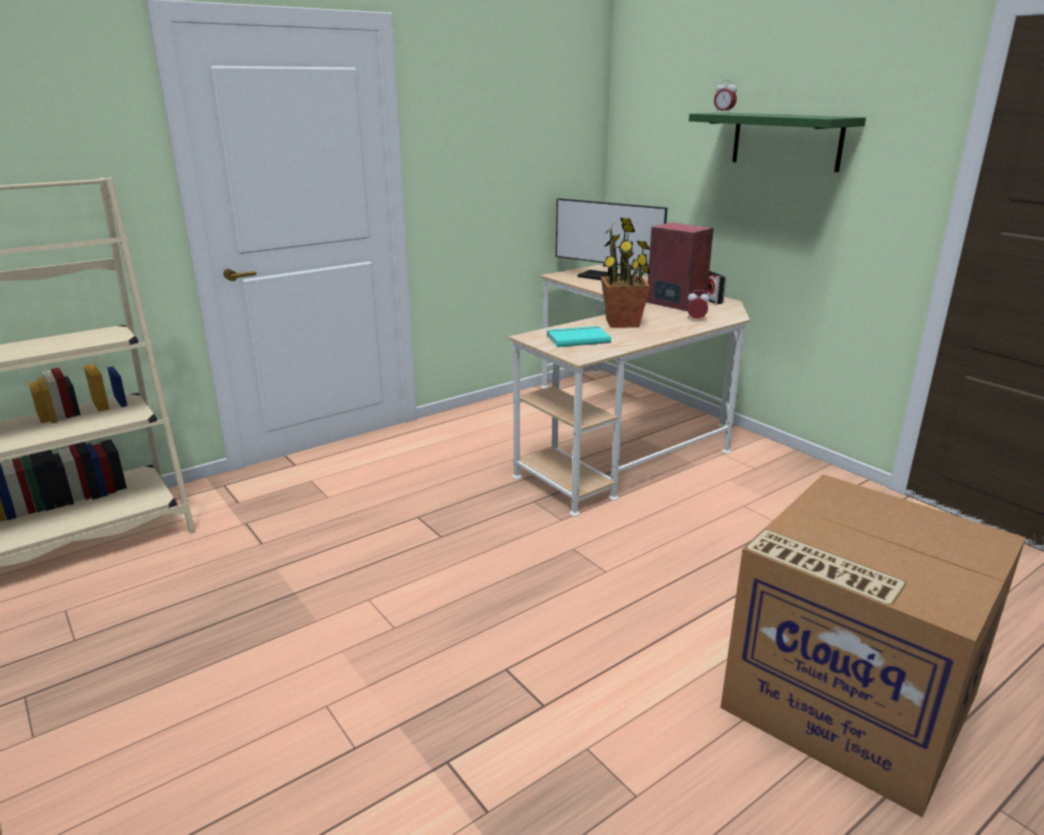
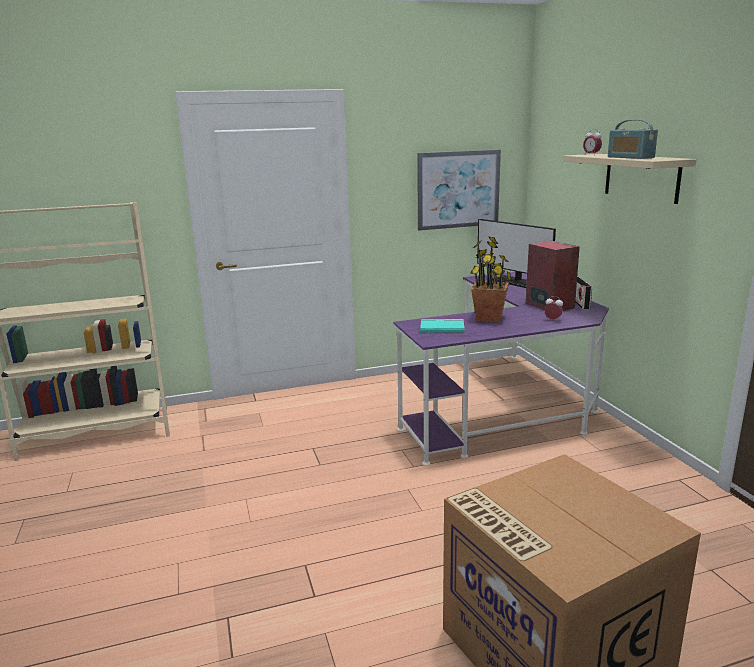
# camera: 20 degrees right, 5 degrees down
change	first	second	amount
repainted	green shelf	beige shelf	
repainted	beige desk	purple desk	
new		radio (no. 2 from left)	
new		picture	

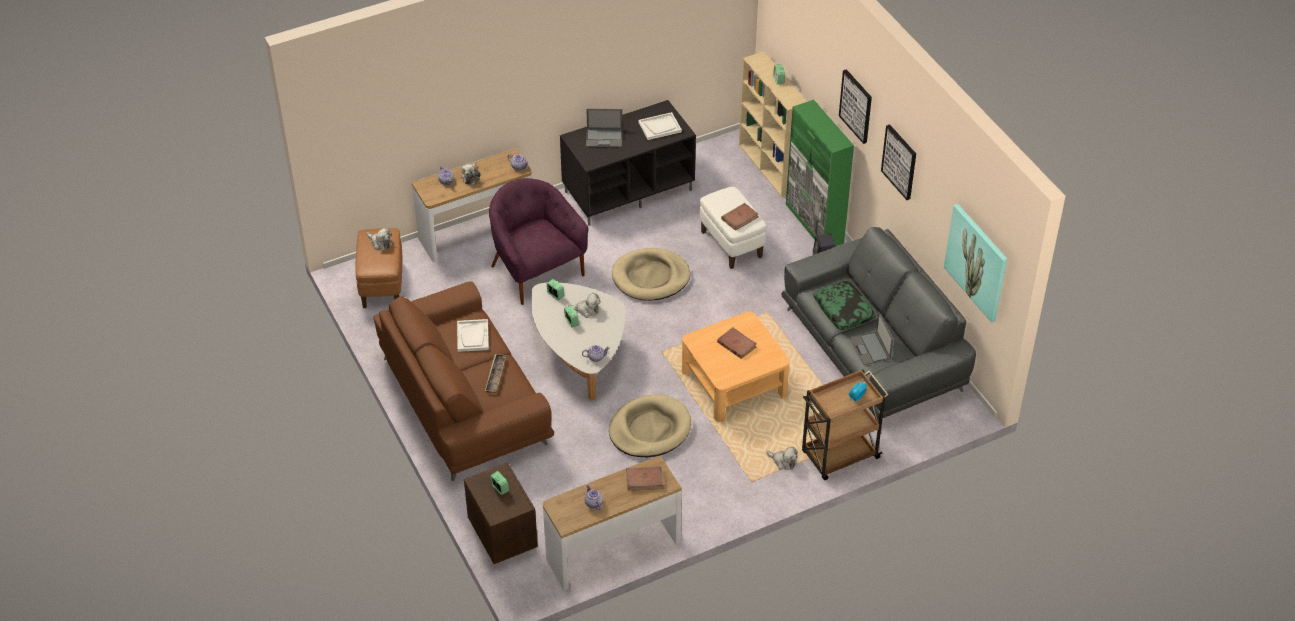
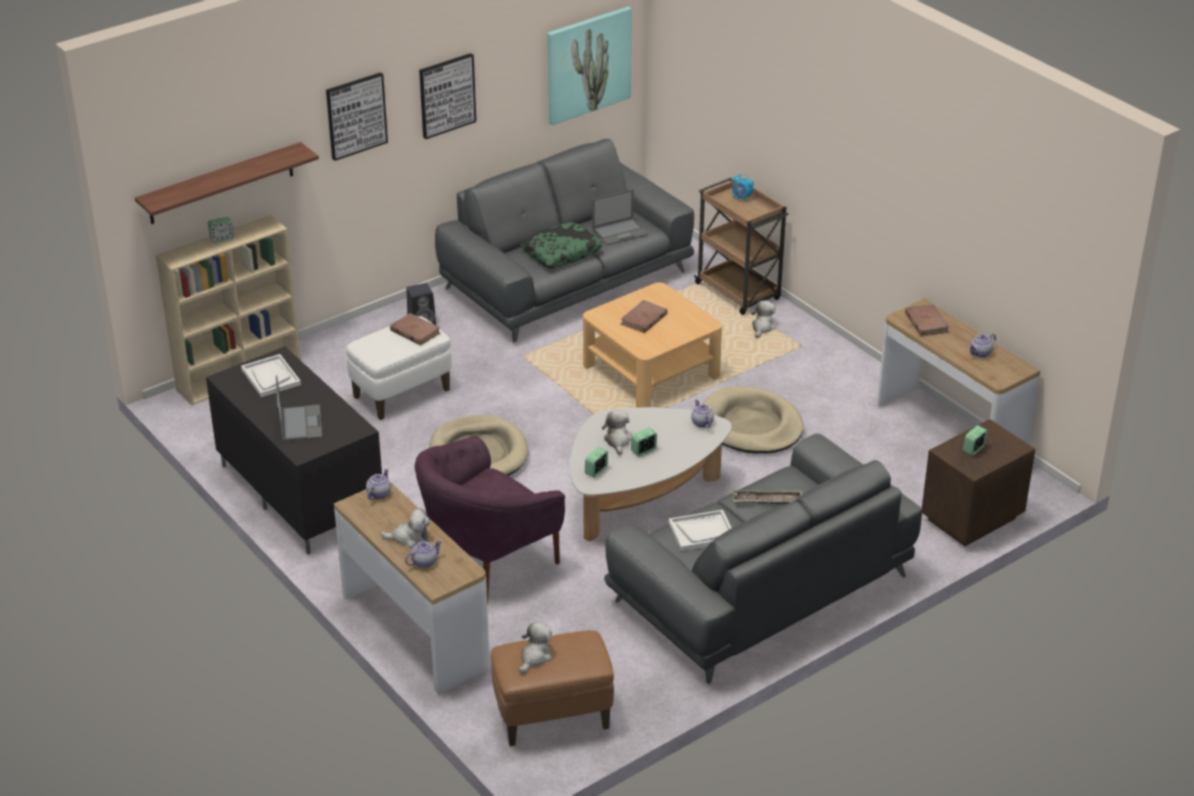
# camera: 100 degrees left, 10 degrees down
change	first	second	amount
gone	green cabinet		
repainted	brown sofa	grey sofa (no. 2 from left)	
new		shelf	

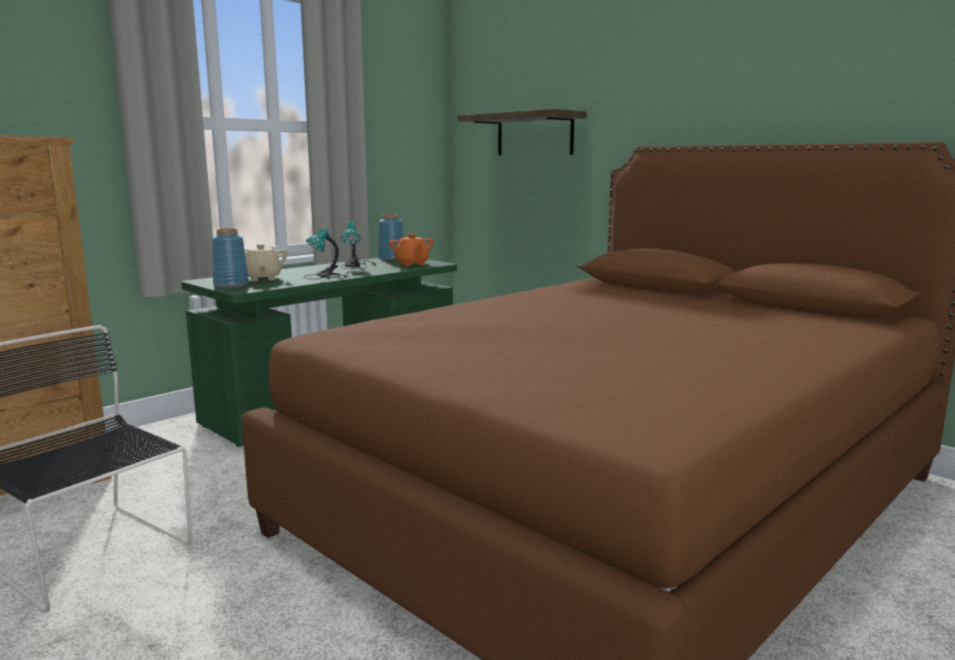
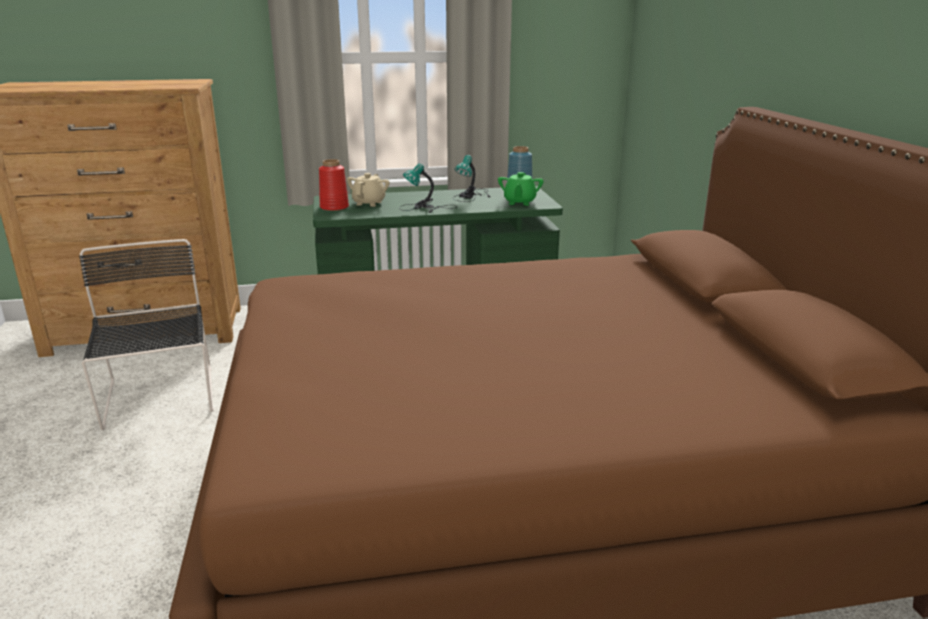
# camera: 35 degrees right, 10 degrees up
change	first	second	amount
gone	shelf		
repainted	blue vase (no. 1 from left)	red vase	
repainted	orange teapot	green teapot	

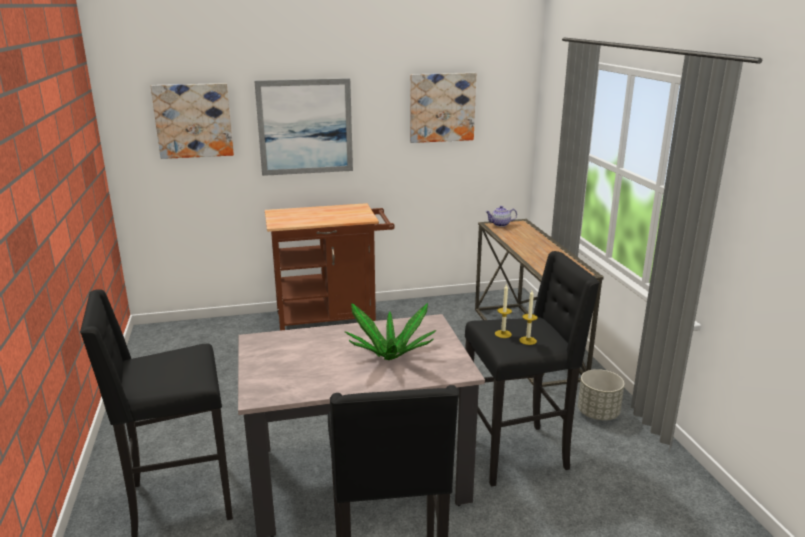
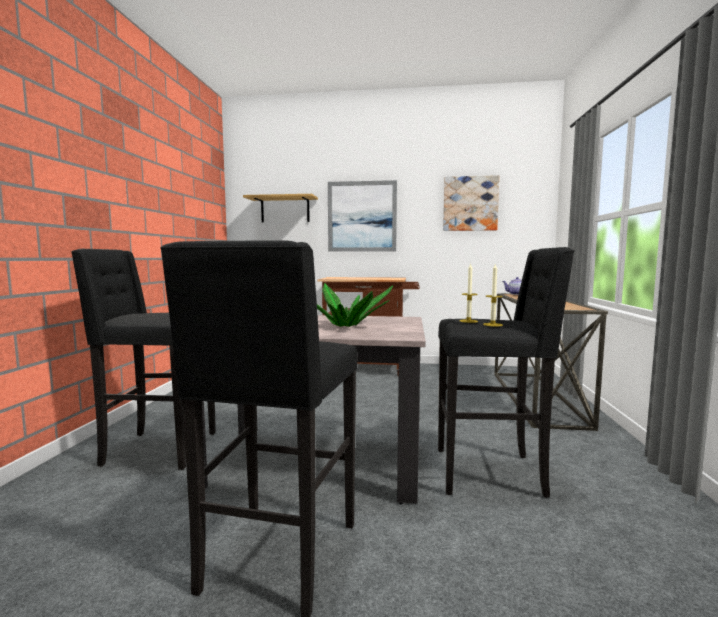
# camera: 20 degrees right, 15 degrees down
change	first	second	amount
swapped	picture (no. 1 from left)	shelf	
gone	grey planter		

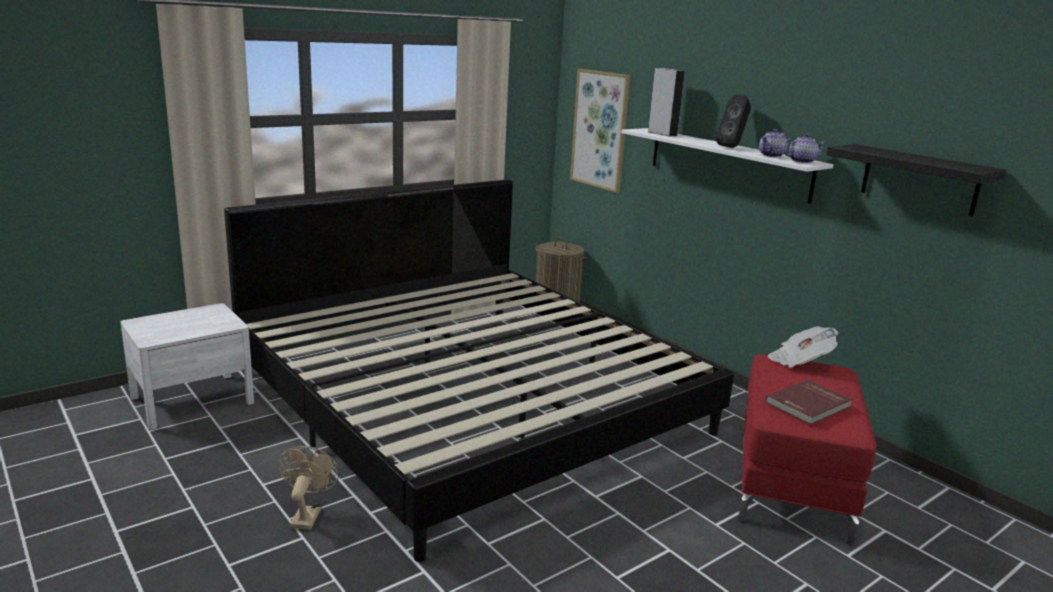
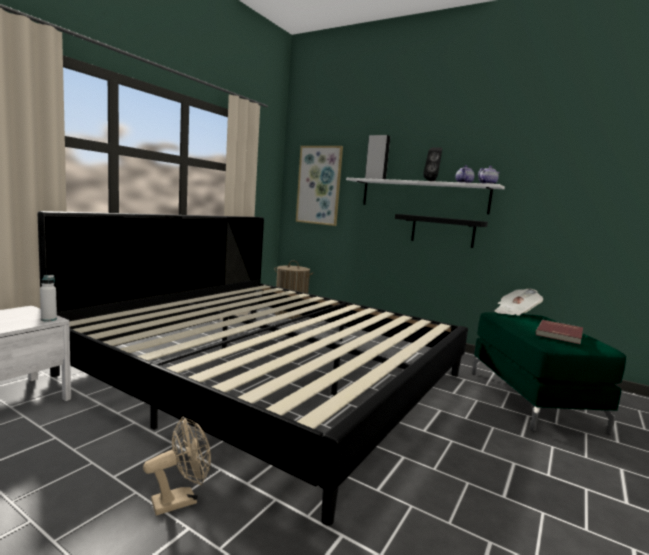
# camera: 20 degrees left, 10 degrees down
change	first	second	amount
shifted	black shelf		
repainted	red ottoman	green ottoman	
rotated	beige fan		75 degrees clockwise
new		white bottle	

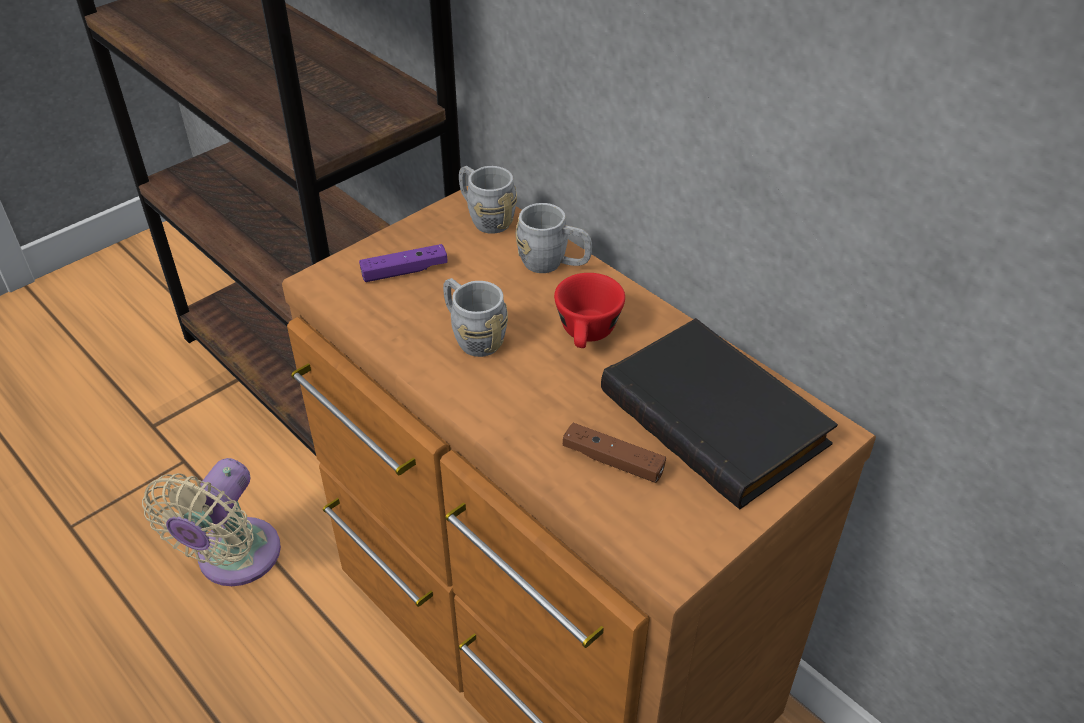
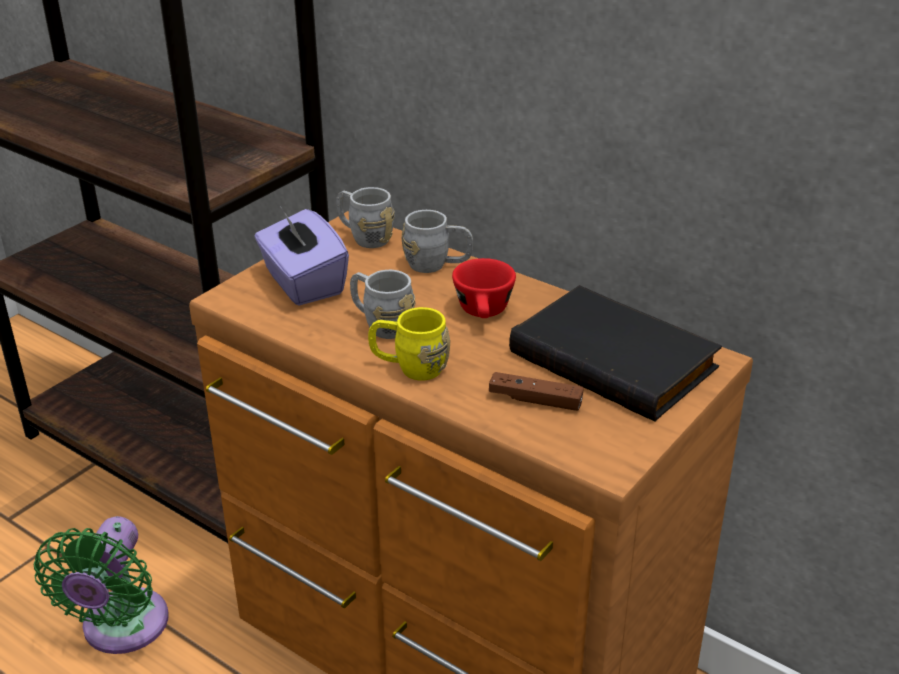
# camera: 10 degrees left, 10 degrees down
change	first	second	amount
swapped	purple game controller	purple tissue box	
repainted	beige fan	green fan	
new		yellow mug	

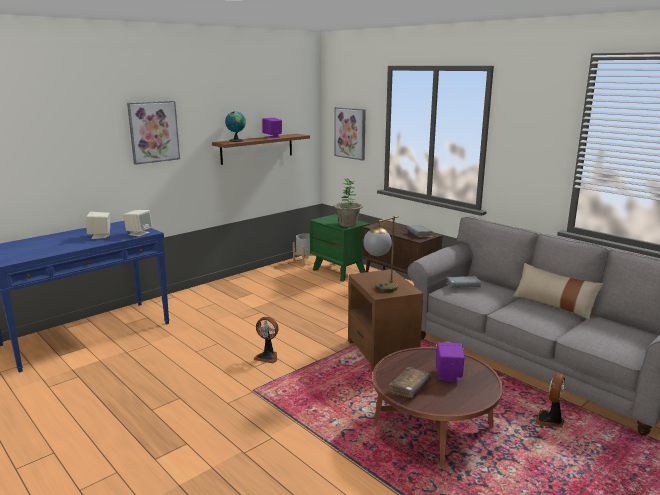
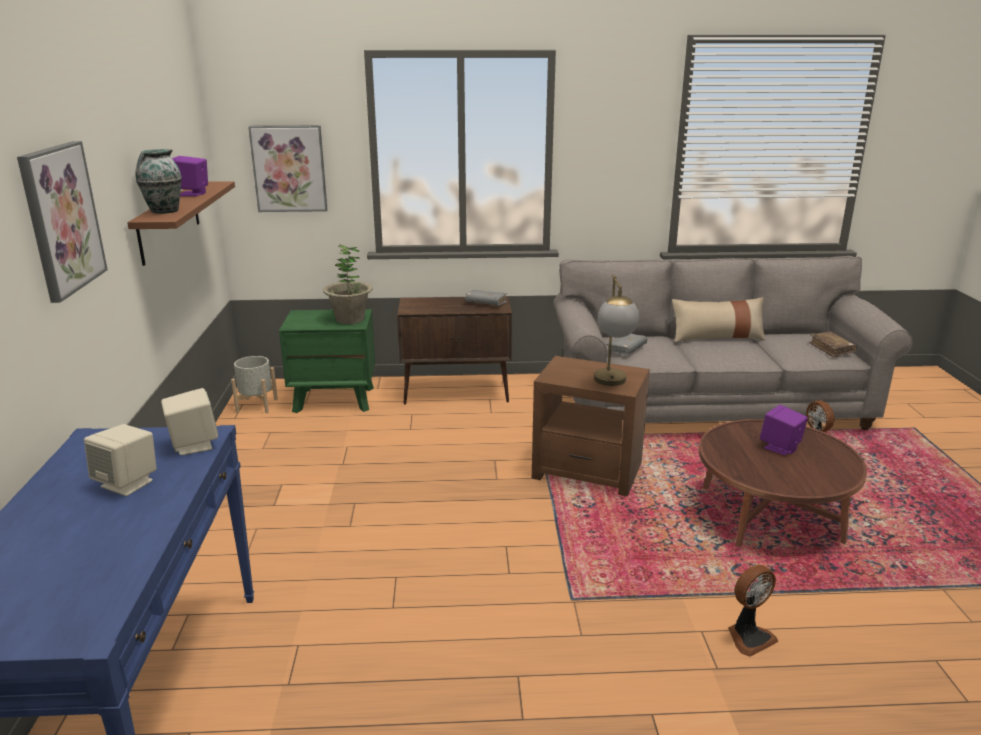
# camera: 50 degrees left, 5 degrees up
change	first	second	amount
swapped	globe	vase	
shifted	fan (no. 1 from left)		
shifted	brown book		

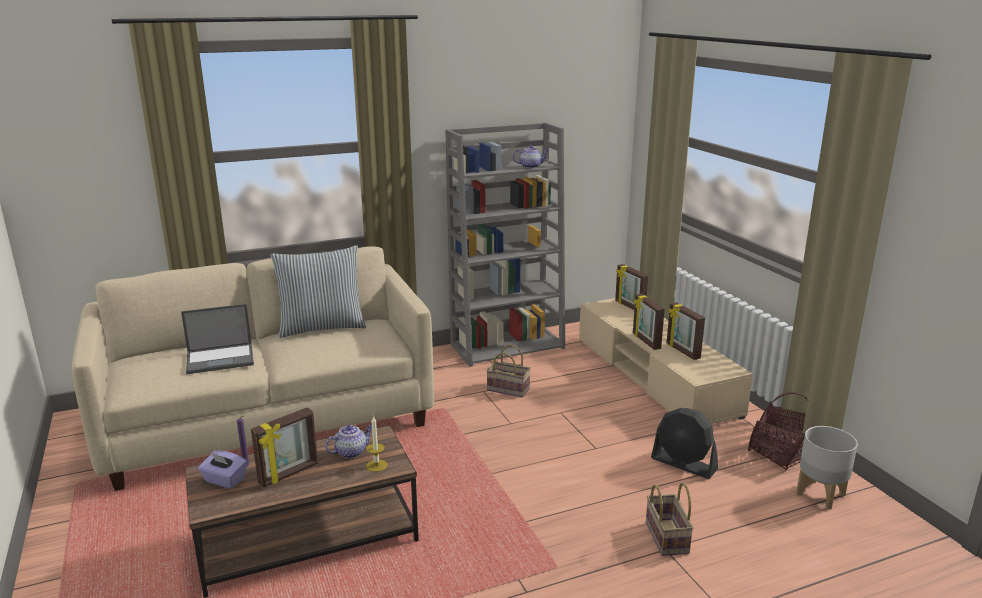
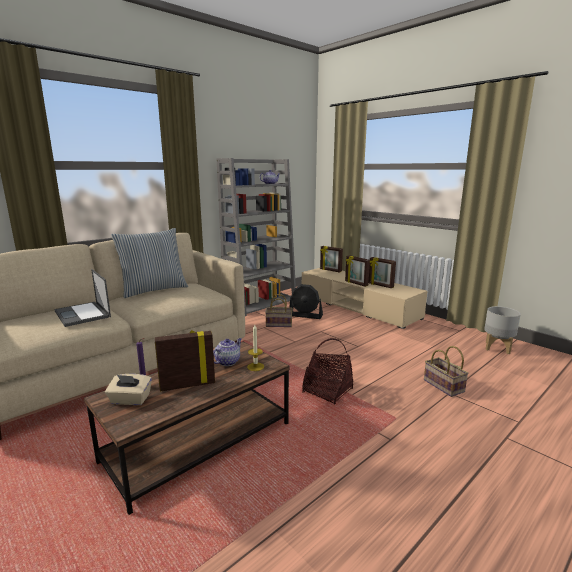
# camera: 20 degrees left, 5 degrees down
change	first	second	amount
rotated	laptop		90 degrees clockwise
shifted	basket (no. 3 from left in the first image)	basket (no. 2 from left)	
rotated	picture frame (no. 1 from left)		135 degrees counterclockwise
shifted	black fan		
repainted	purple tissue box	beige tissue box	

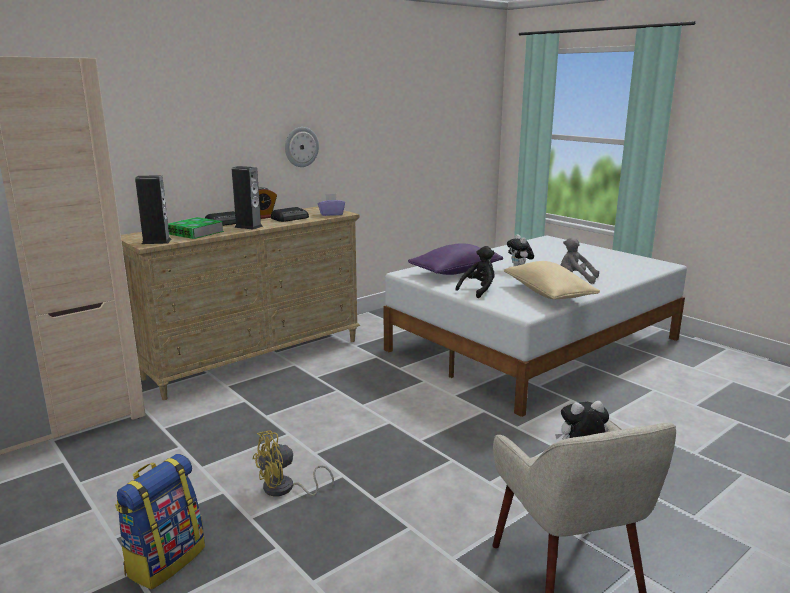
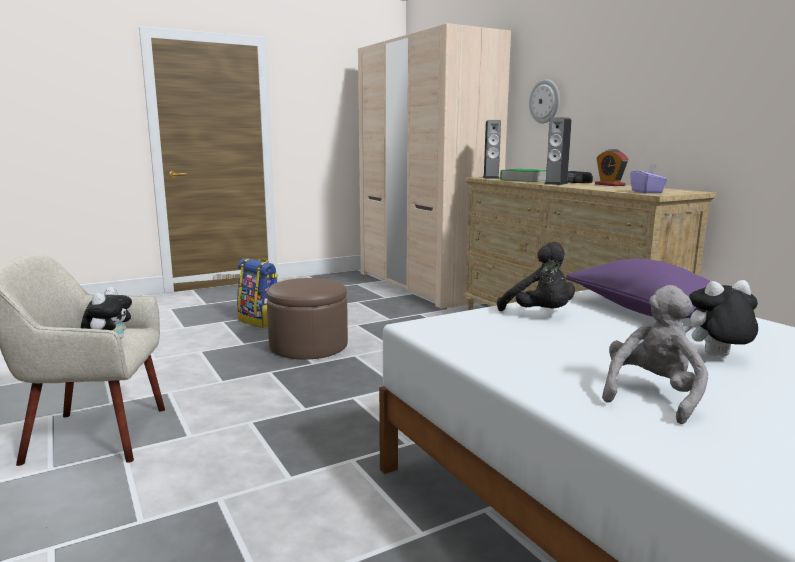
# camera: 100 degrees right, 5 degrees down
change	first	second	amount
shifted	wall clock		
gone	radio (no. 2 from left)		
gone	beige pillow		
swapped	yellow fan	brown ottoman	

